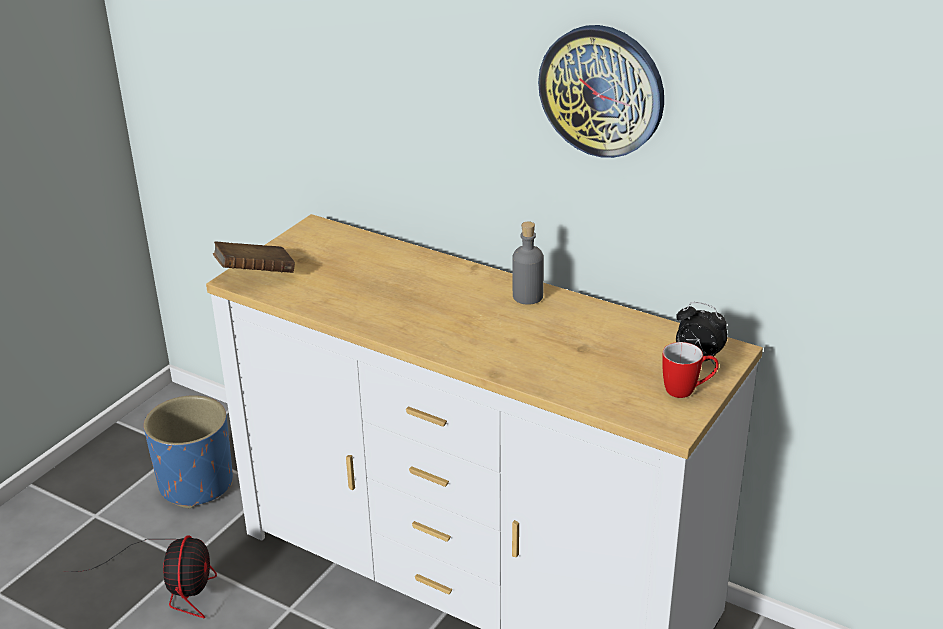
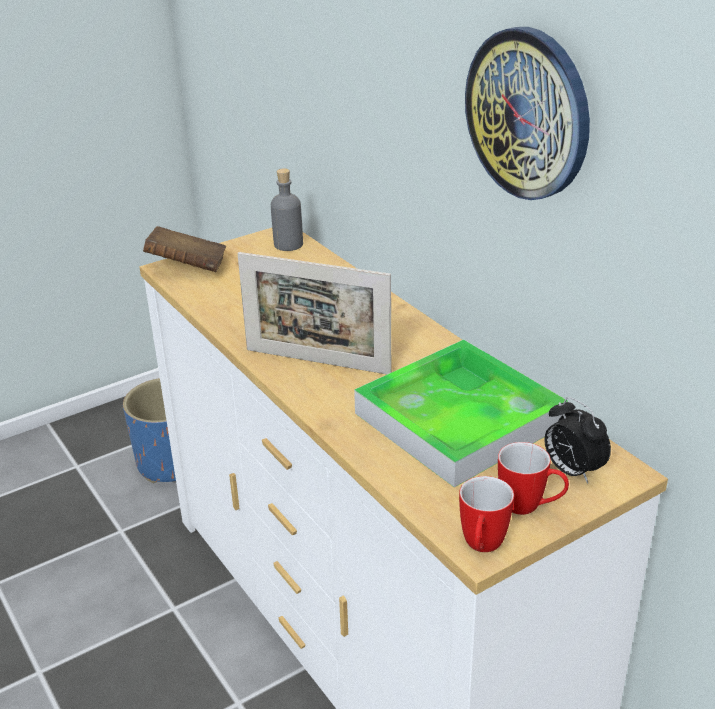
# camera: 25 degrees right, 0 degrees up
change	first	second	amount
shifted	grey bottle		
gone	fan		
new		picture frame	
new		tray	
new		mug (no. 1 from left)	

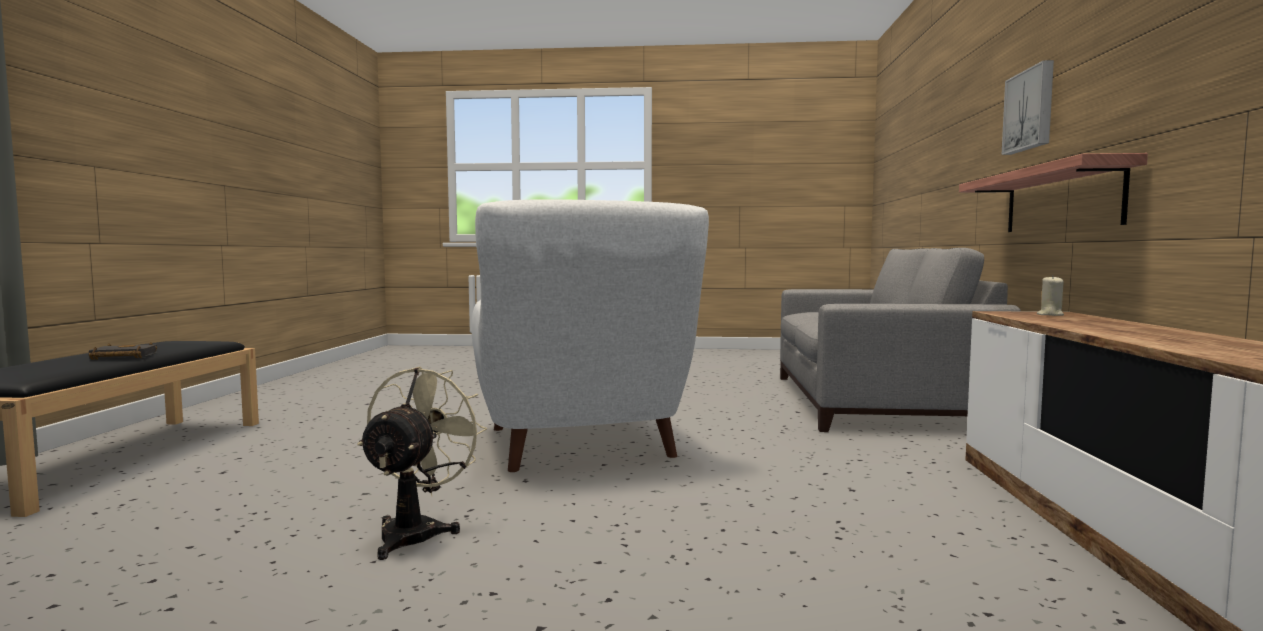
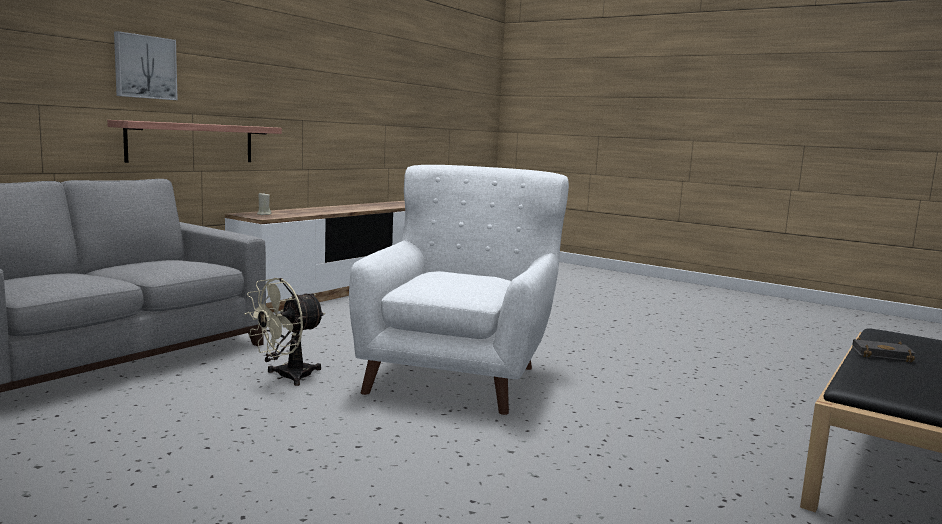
# camera: 150 degrees left, 5 degrees up
change	first	second	amount
shifted	beige fan		

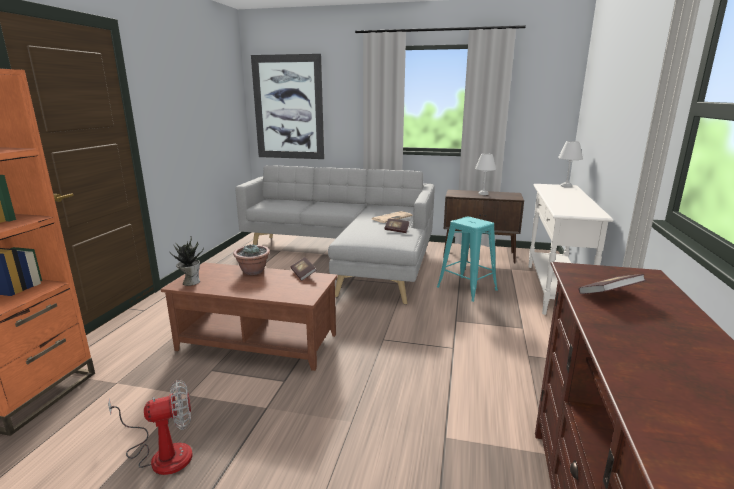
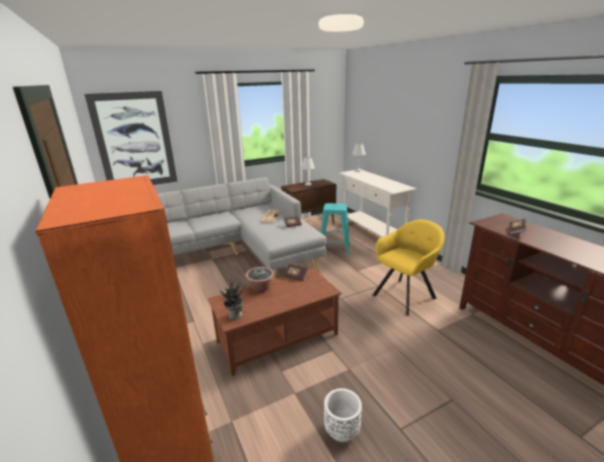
# camera: 40 degrees left, 5 degrees up
change	first	second	amount
swapped	fan	white planter	
new		yellow armchair	

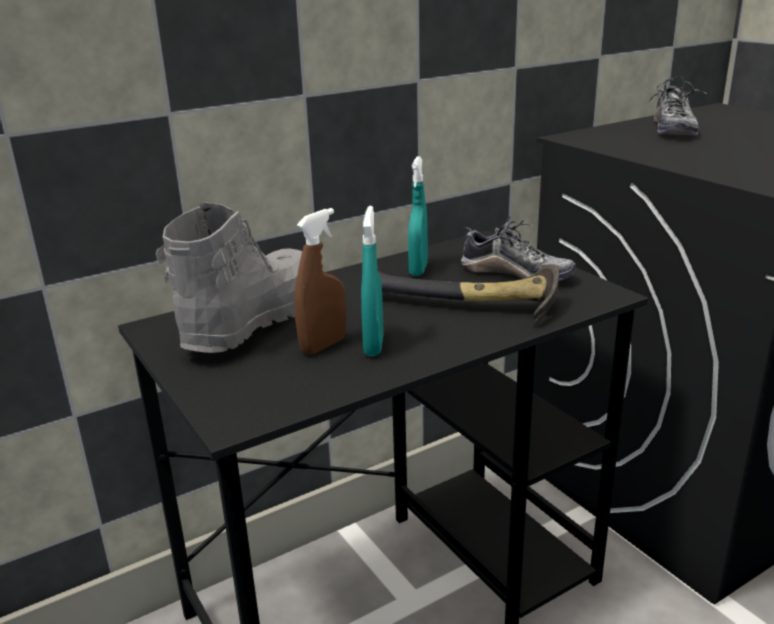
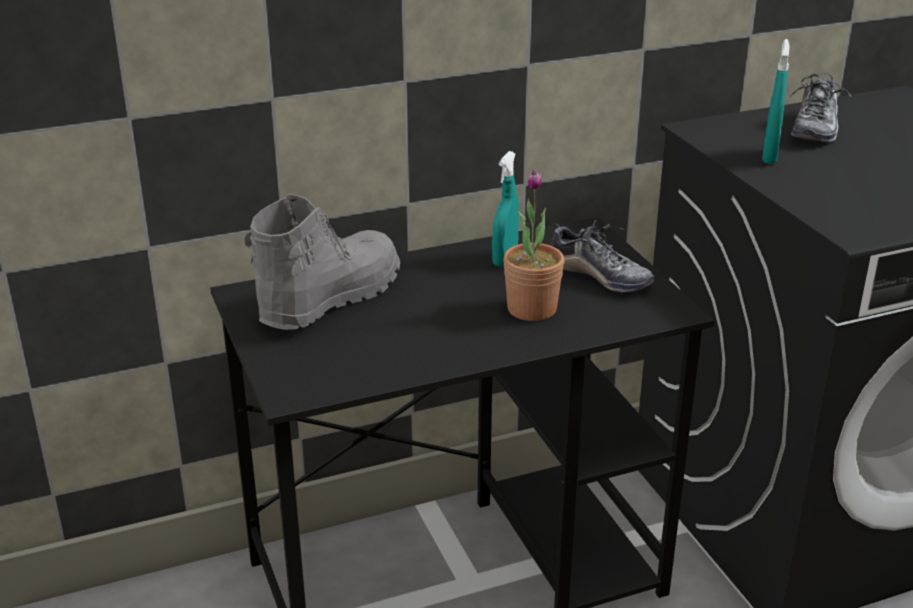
# camera: 10 degrees right, 5 degrees up
change	first	second	amount
shifted	turquoise spray bottle (no. 1 from left in the first image)	turquoise spray bottle (no. 2 from left)	
gone	brown spray bottle		
swapped	hammer	potted plant	

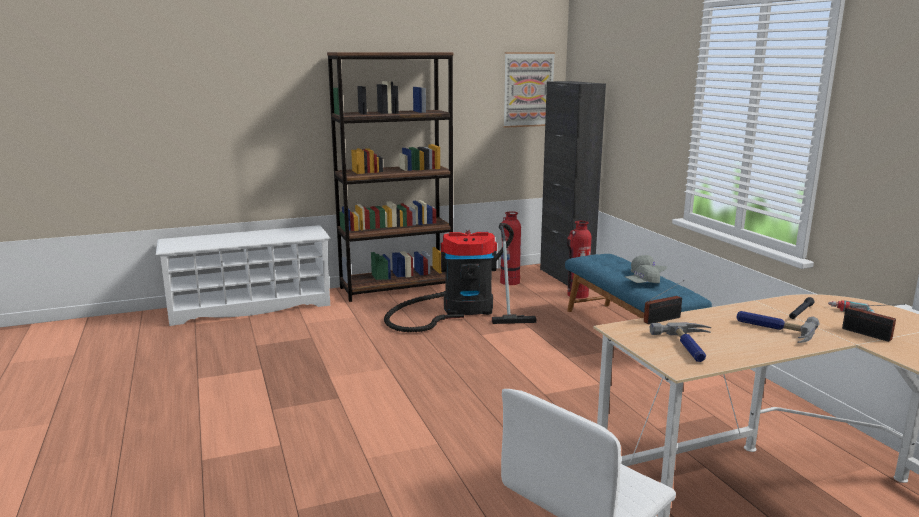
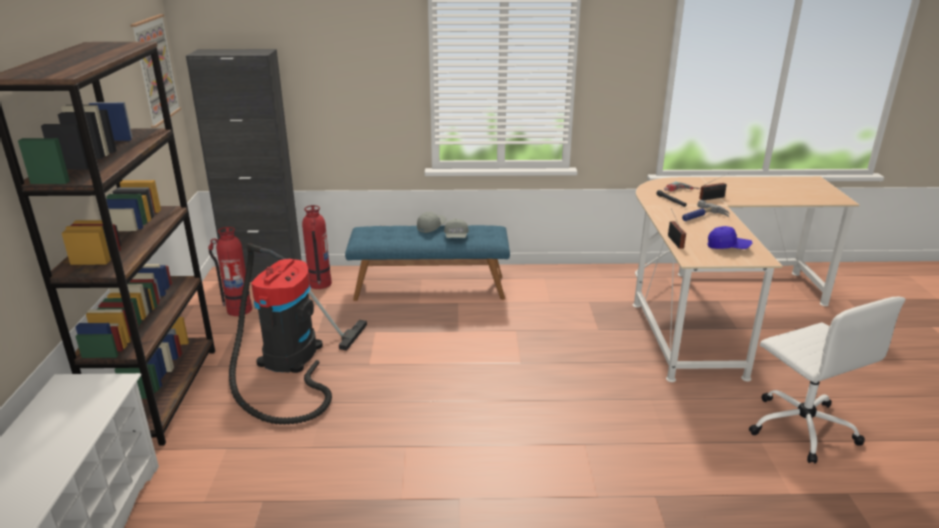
# camera: 70 degrees left, 10 degrees up
change	first	second	amount
swapped	hammer (no. 1 from left)	blue cap	

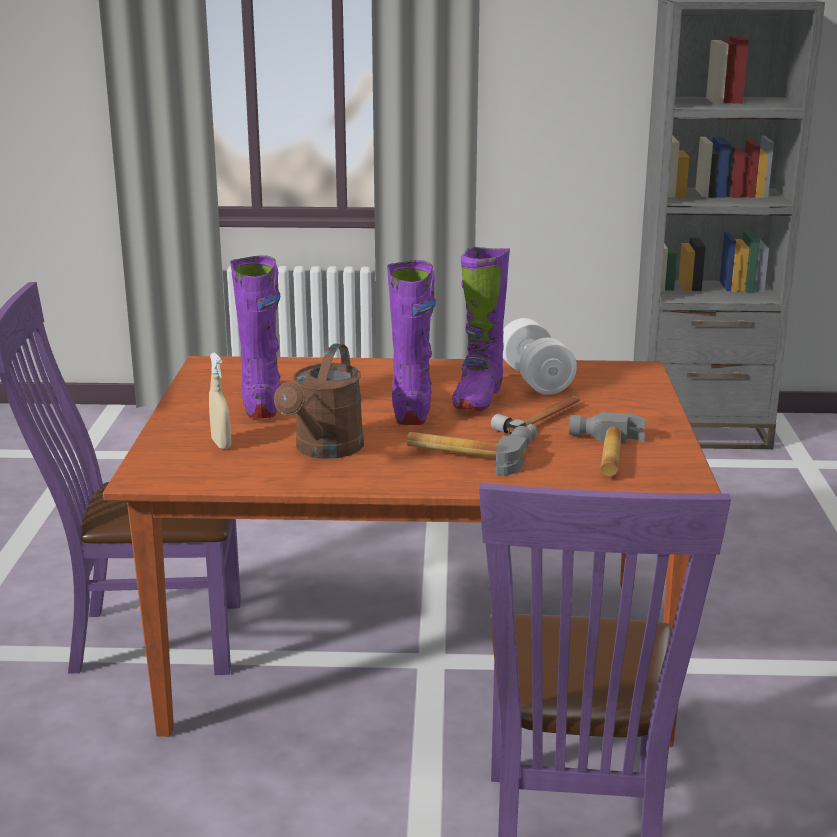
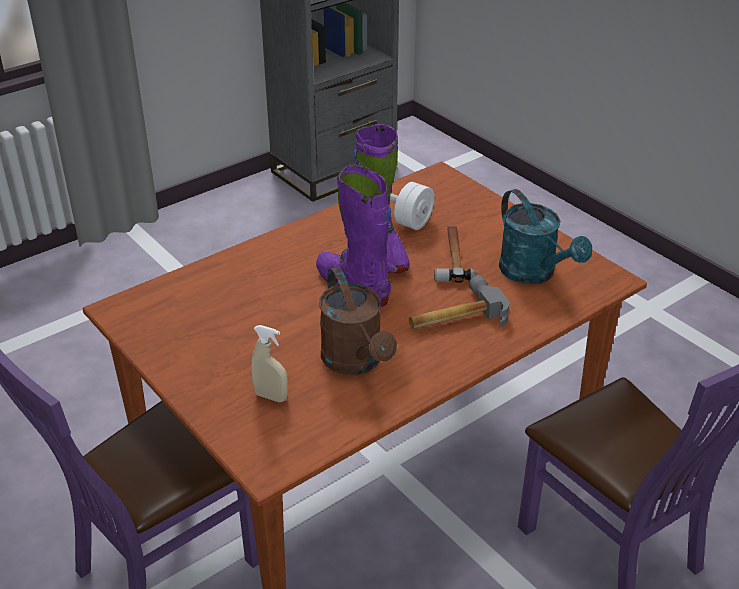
# camera: 40 degrees left, 15 degrees up
change	first	second	amount
gone	purple boot (no. 1 from left)		
swapped	hammer (no. 3 from left)	turquoise watering can	

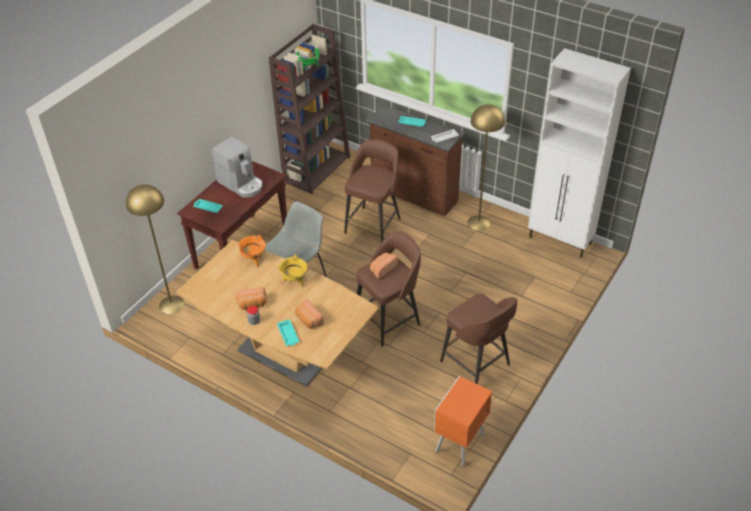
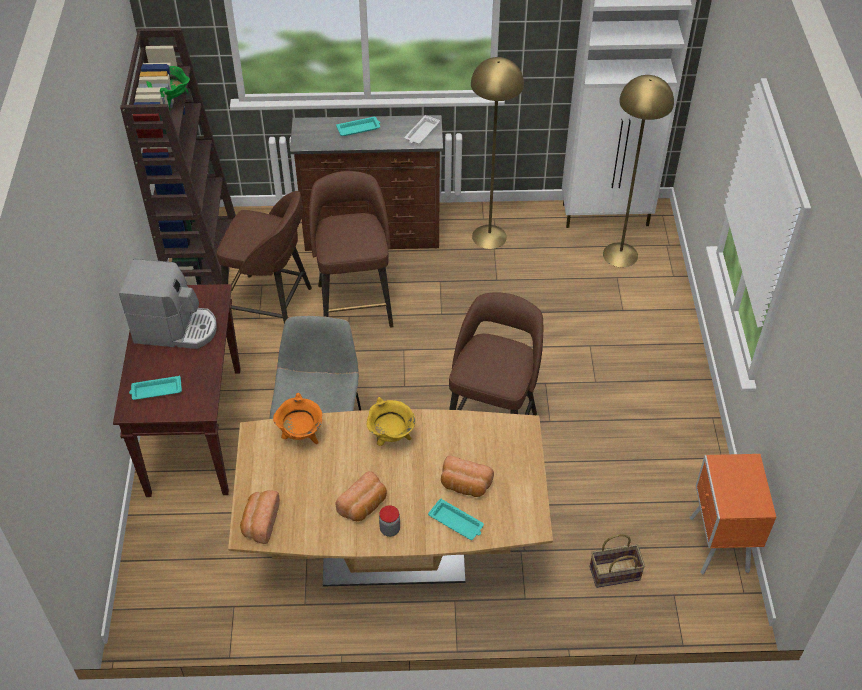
# camera: 35 degrees left, 5 degrees up
change	first	second	amount
shifted	yellow floor lamp (no. 1 from left in the first image)	yellow floor lamp (no. 2 from left)	
shifted	bread (no. 3 from left in the first image)	bread (no. 1 from left)	
shifted	brown stool (no. 3 from left in the first image)	brown stool (no. 1 from left)	
new		basket	

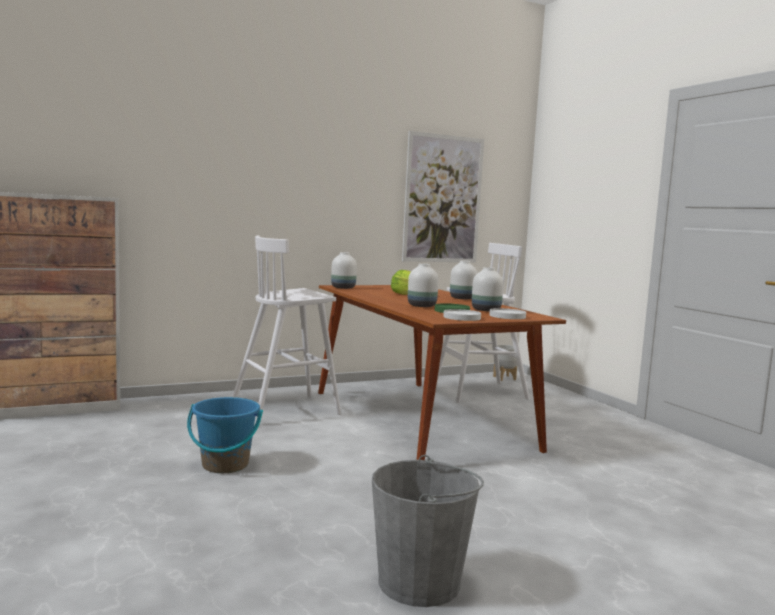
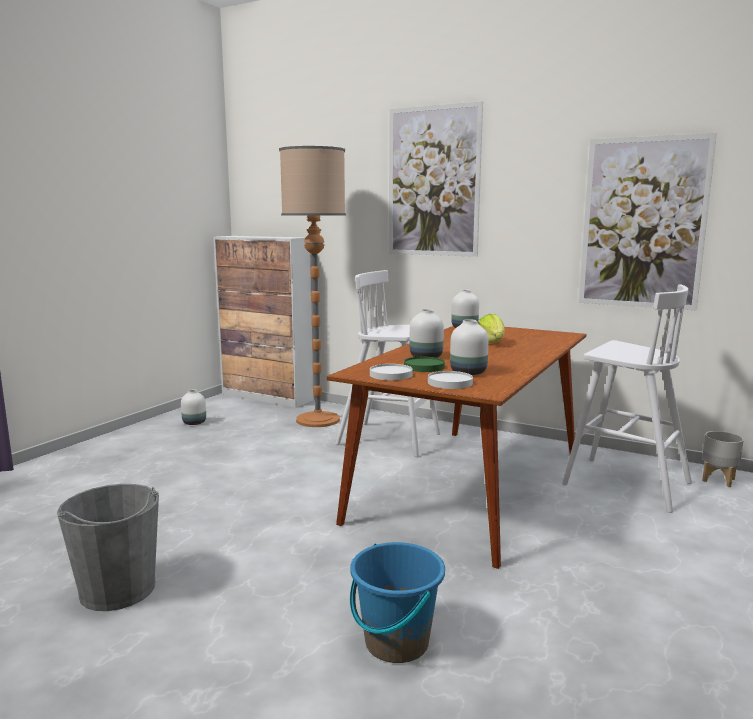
# camera: 55 degrees right, 5 degrees up
change	first	second	amount
shifted	white vase (no. 3 from left in the first image)	white vase (no. 1 from left)	
shifted	blue bucket		
new		picture (no. 1 from left)	
new		floor lamp	

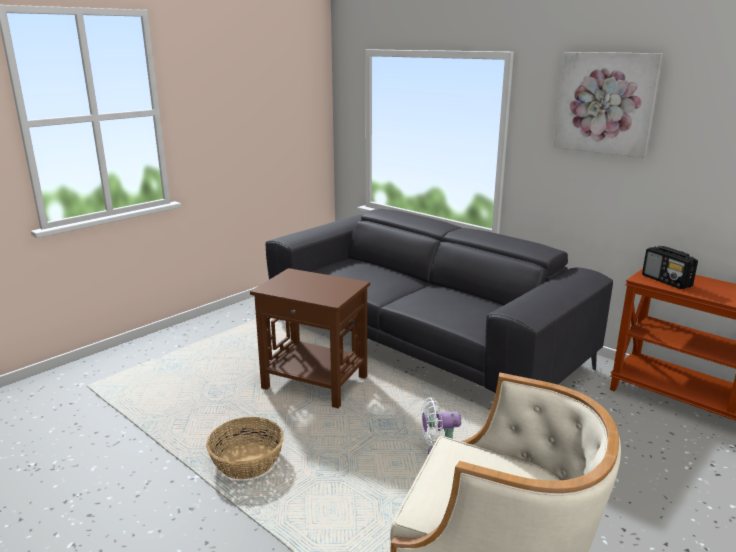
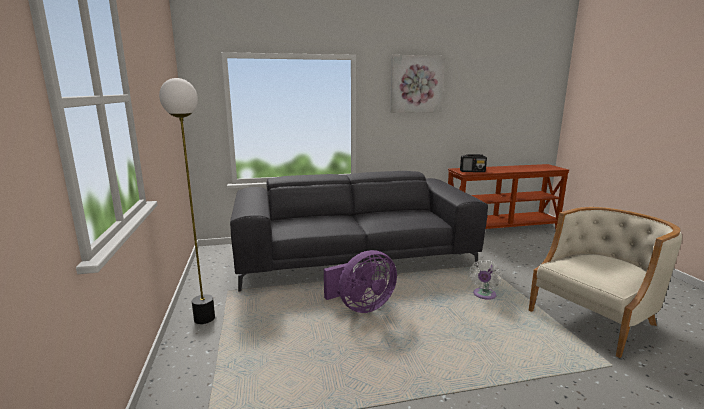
# camera: 55 degrees left, 5 degrees down
change	first	second	amount
swapped	brown side table	purple fan	
gone	basket		
new		floor lamp	

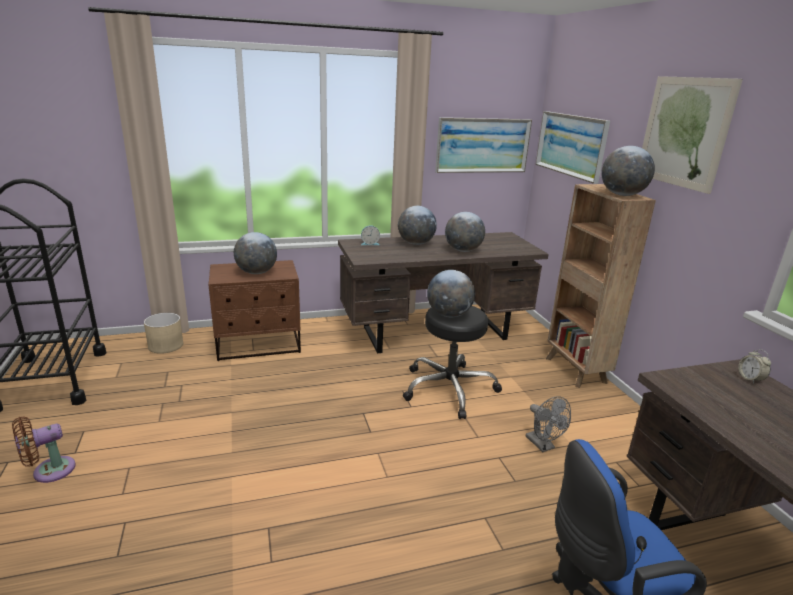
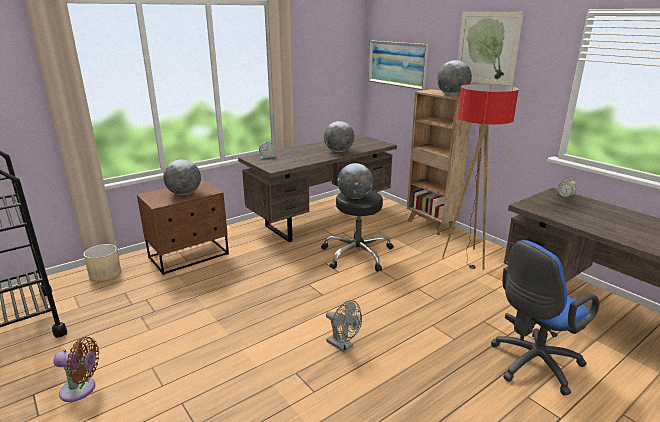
# camera: 20 degrees left, 0 degrees up
change	first	second	amount
gone	picture (no. 1 from left)		
gone	globe (no. 2 from left)		
shifted	grey fan		
rotated	brown fan		120 degrees counterclockwise
new		floor lamp	

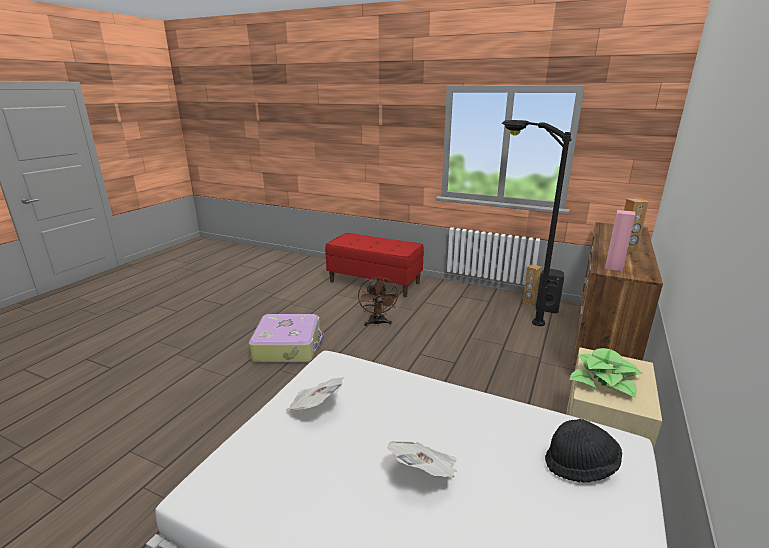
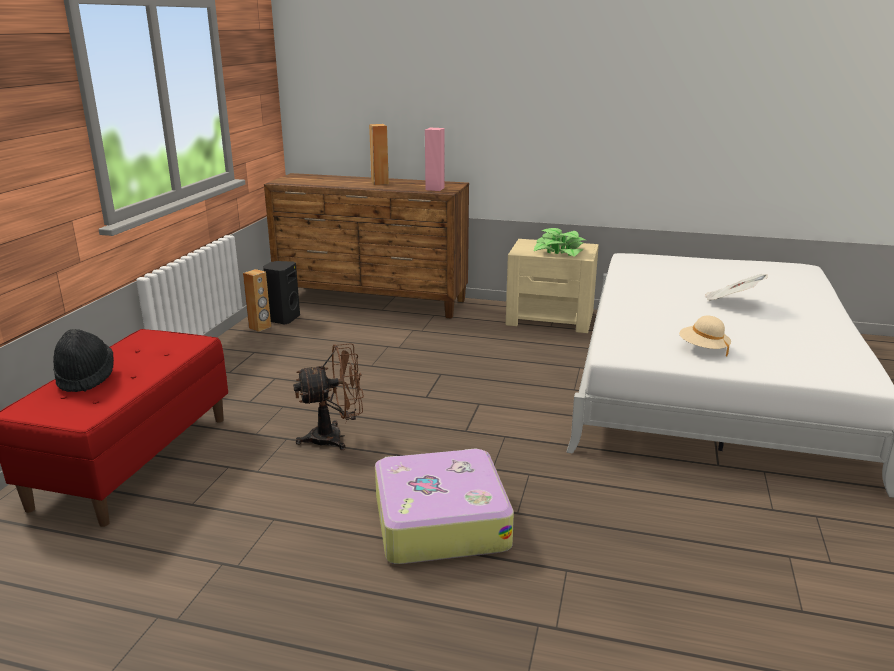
# camera: 100 degrees left, 0 degrees up
change	first	second	amount
gone	black floor lamp		
swapped	newspaper (no. 1 from left)	beige hat	
shifted	black hat		

